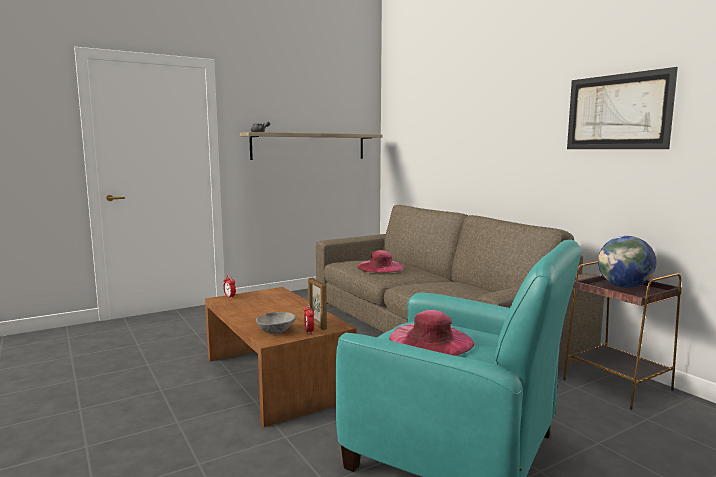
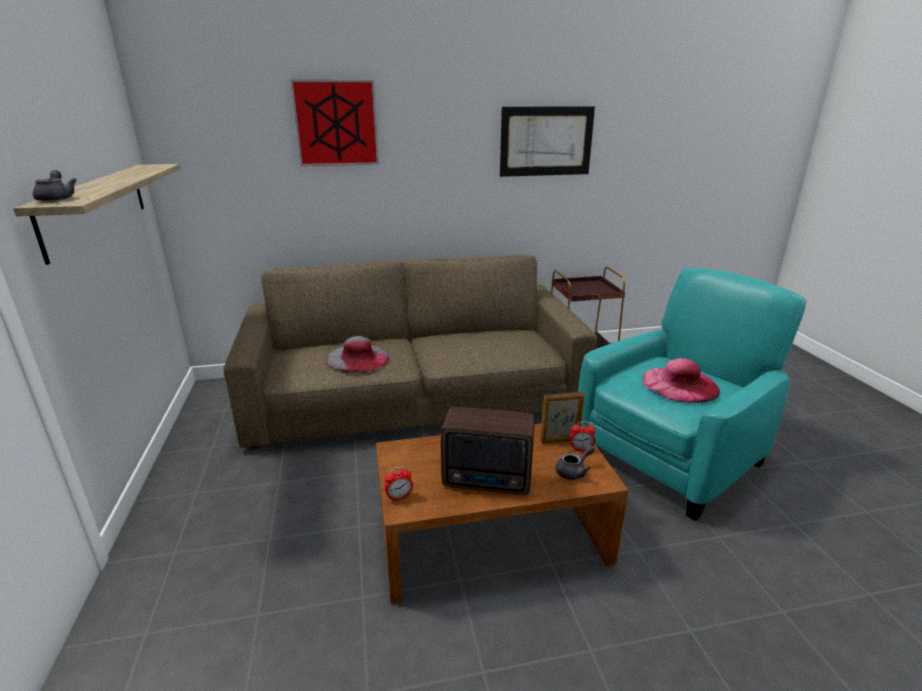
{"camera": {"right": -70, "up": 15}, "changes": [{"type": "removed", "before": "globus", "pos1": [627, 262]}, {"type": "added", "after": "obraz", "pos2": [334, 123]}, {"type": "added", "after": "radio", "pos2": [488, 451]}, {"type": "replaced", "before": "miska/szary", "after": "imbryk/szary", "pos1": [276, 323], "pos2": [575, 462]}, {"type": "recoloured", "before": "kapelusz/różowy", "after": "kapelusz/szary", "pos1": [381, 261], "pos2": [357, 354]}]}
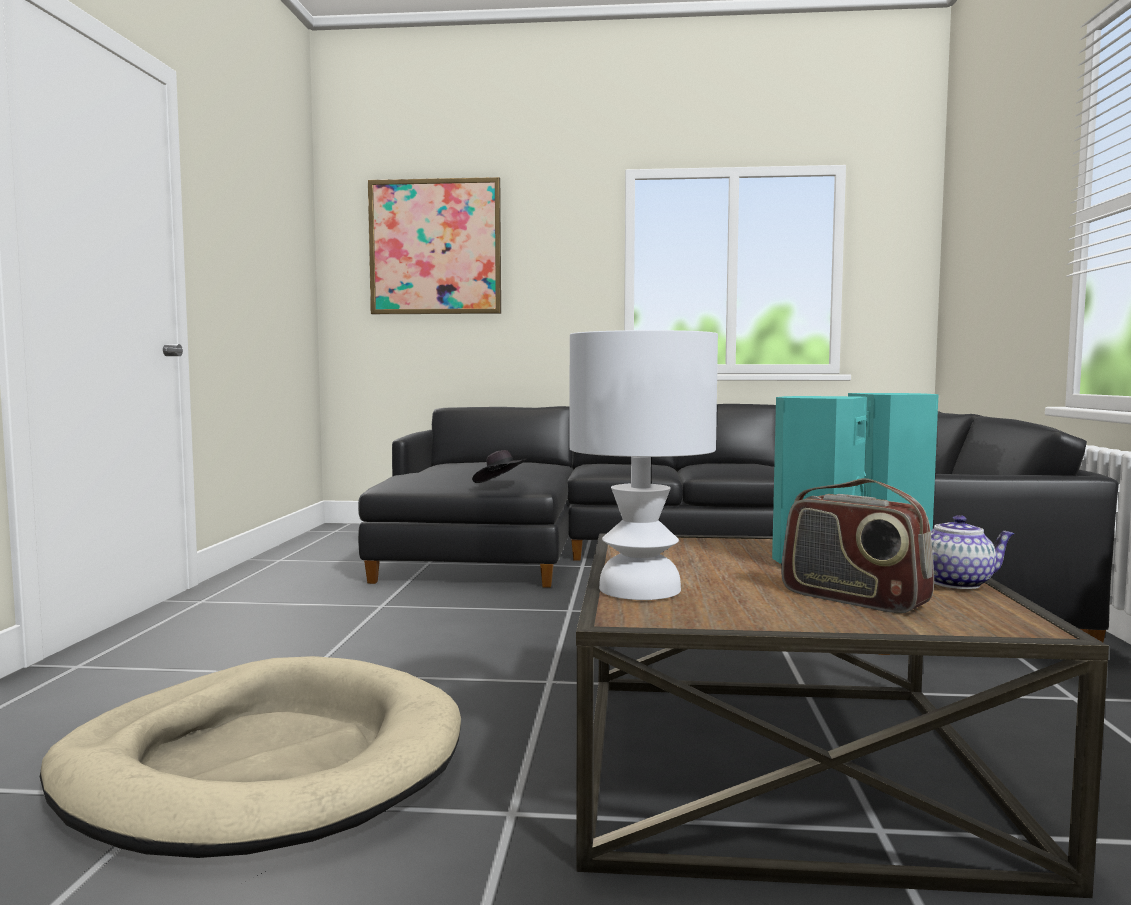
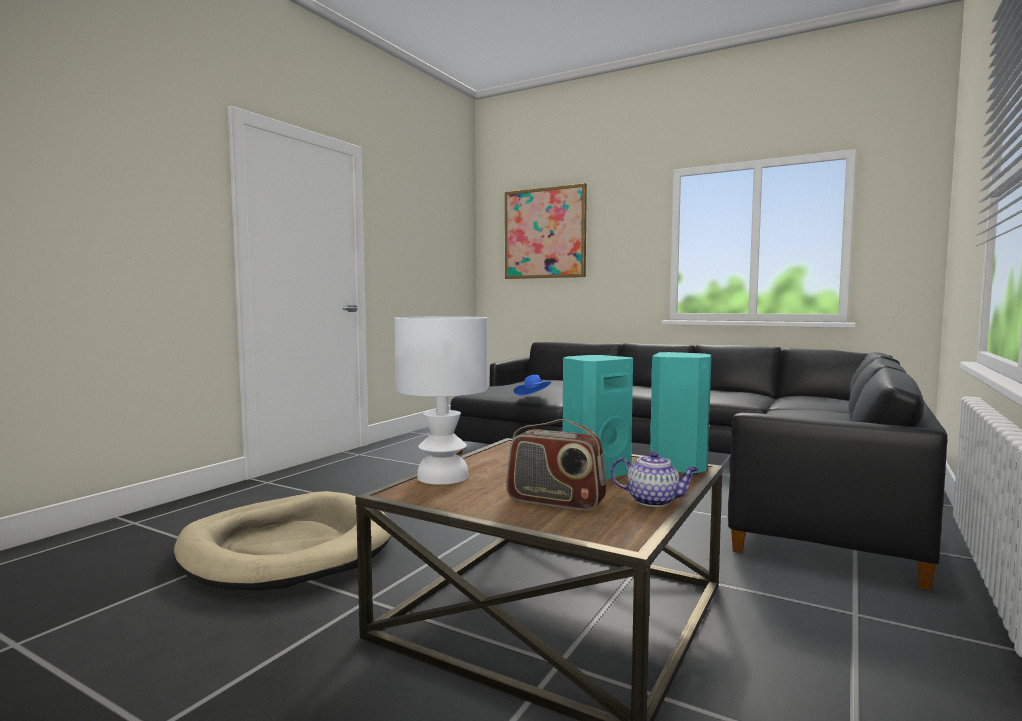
{"camera": {"right": 25, "up": 0}, "changes": [{"type": "recoloured", "before": "kapelusz/czarny", "after": "kapelusz/niebieski", "pos1": [499, 466], "pos2": [532, 385]}, {"type": "turned", "before": "radio", "pos1": [857, 545], "pos2": [556, 465], "turn": -45}]}
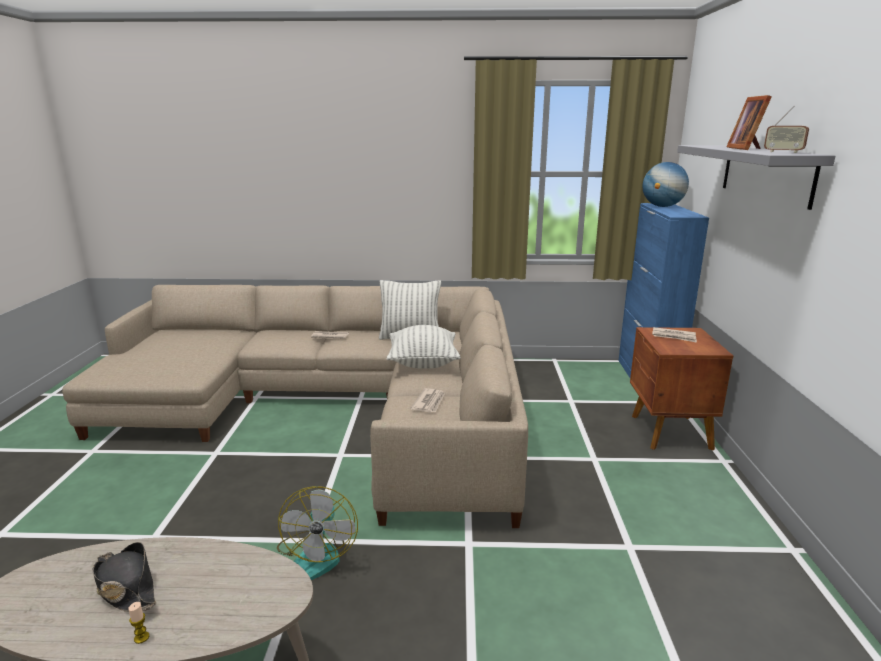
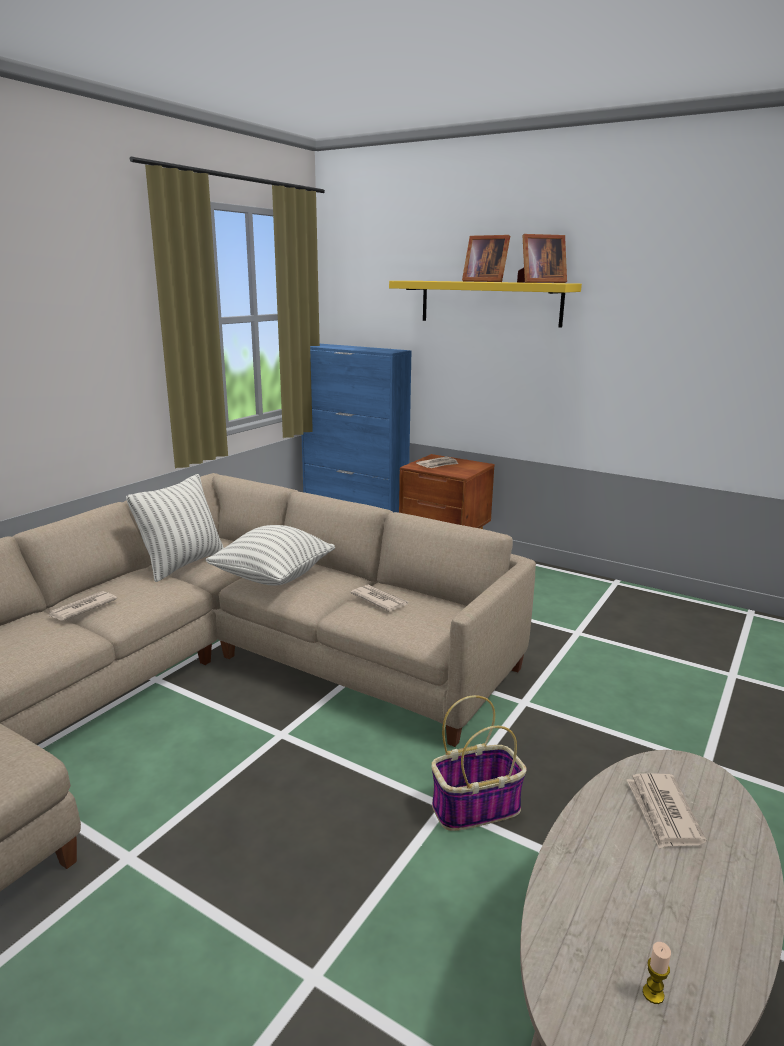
{"camera": {"right": -60, "up": 0}, "changes": [{"type": "removed", "before": "kapelusz/czarny", "pos1": [125, 577]}, {"type": "removed", "before": "globus", "pos1": [665, 184]}, {"type": "added", "after": "gazeta", "pos2": [666, 811]}, {"type": "moved", "before": "świeca", "pos1": [138, 623], "pos2": [657, 973]}, {"type": "replaced", "before": "wentylator", "after": "koszyk", "pos1": [317, 533], "pos2": [479, 763]}, {"type": "replaced", "before": "radio", "after": "ramka na zdjęcie", "pos1": [786, 129], "pos2": [542, 258]}, {"type": "recoloured", "before": "półka/szary", "after": "półka/żółty", "pos1": [756, 177], "pos2": [485, 304]}]}
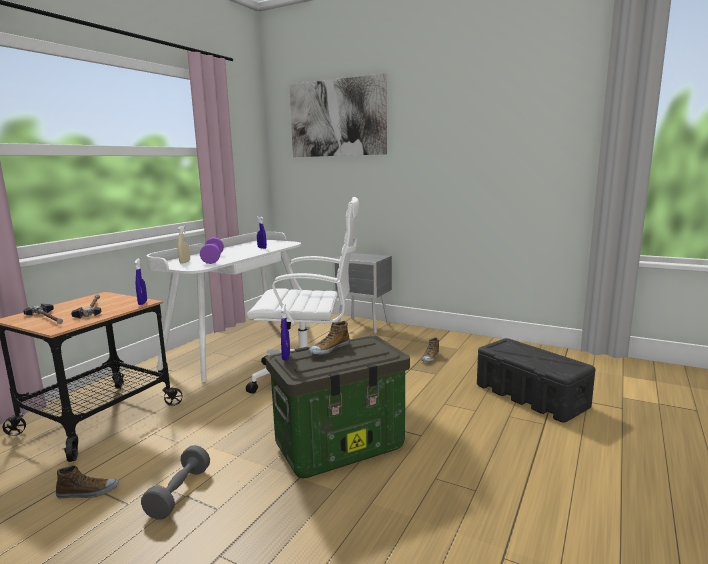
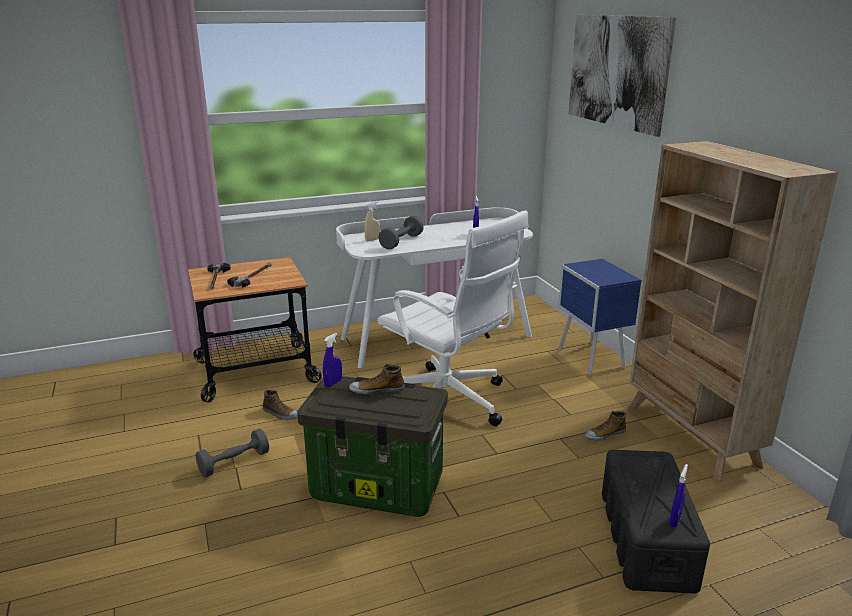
{"camera": {"right": 40, "up": 10}, "changes": [{"type": "added", "after": "regał/beżowy", "pos2": [733, 311]}, {"type": "moved", "before": "but", "pos1": [87, 482], "pos2": [280, 405]}, {"type": "moved", "before": "spryskiwacz/niebieski", "pos1": [141, 281], "pos2": [678, 496]}, {"type": "recoloured", "before": "hantel/fioletowy", "after": "hantel/szary", "pos1": [212, 251], "pos2": [401, 232]}, {"type": "recoloured", "before": "szafka nocna/szary", "after": "szafka nocna/niebieski", "pos1": [362, 293], "pos2": [600, 317]}]}
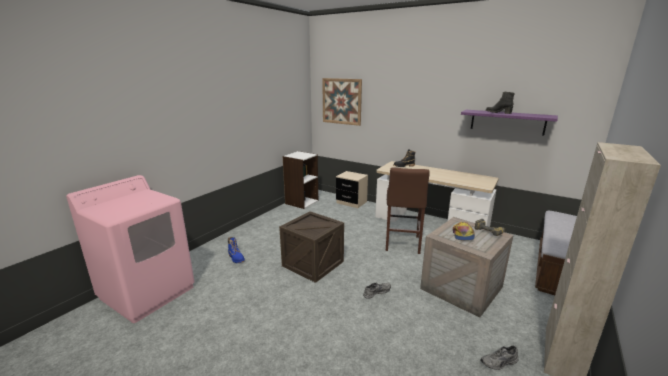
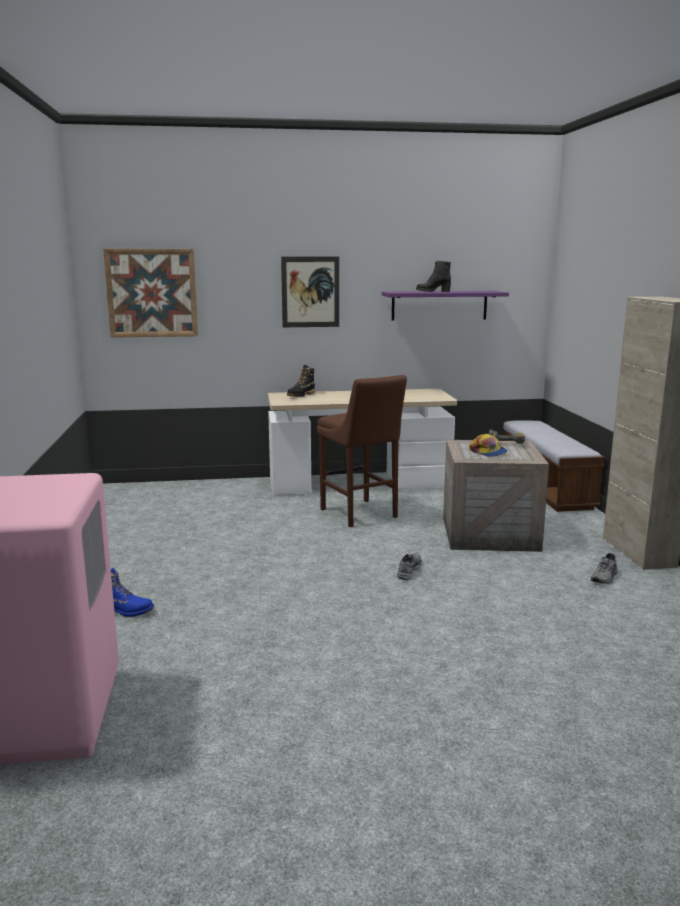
{"camera": {"right": -40, "up": -5}, "changes": [{"type": "removed", "before": "skrzynka", "pos1": [311, 247]}, {"type": "removed", "before": "regał/biały", "pos1": [300, 180]}, {"type": "removed", "before": "szafka nocna/beżowy", "pos1": [352, 189]}, {"type": "added", "after": "obraz", "pos2": [310, 292]}]}
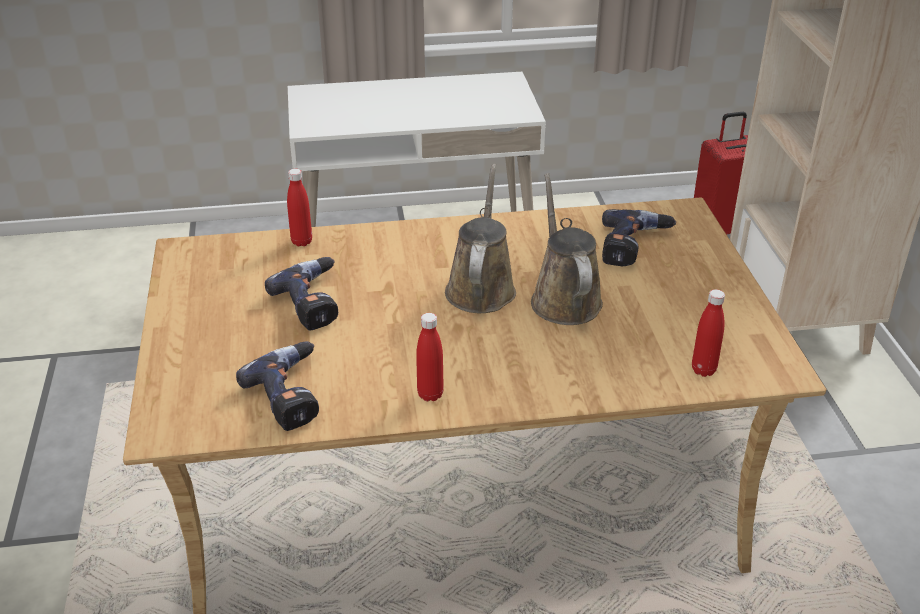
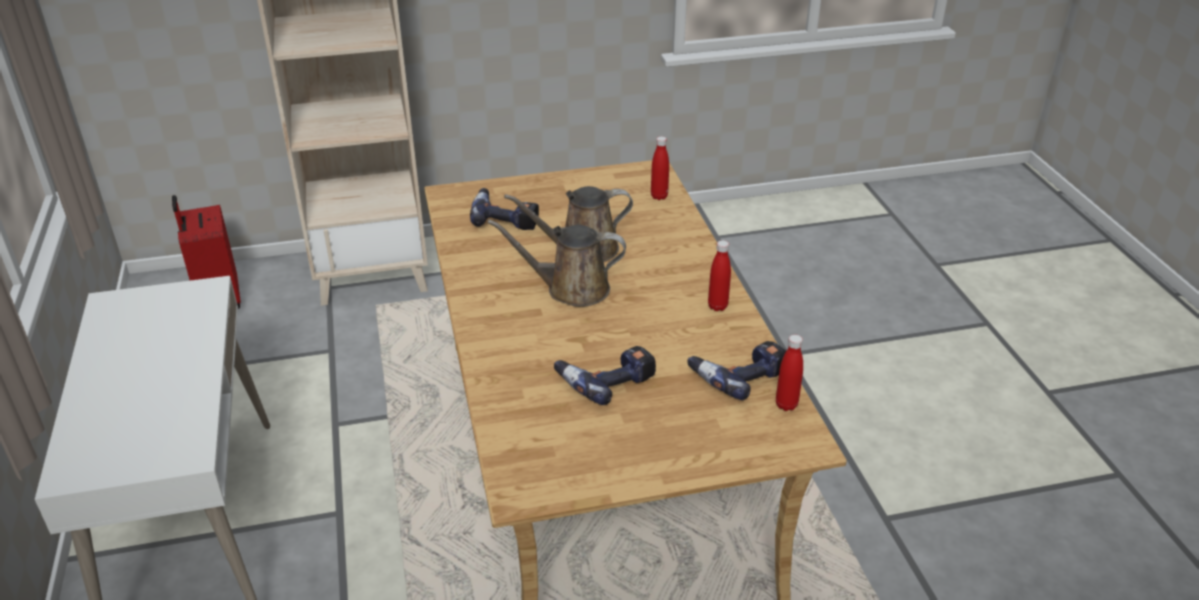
{"camera": {"right": -95, "up": 0}, "changes": [{"type": "moved", "before": "butelka/czerwony", "pos1": [299, 207], "pos2": [789, 373]}]}
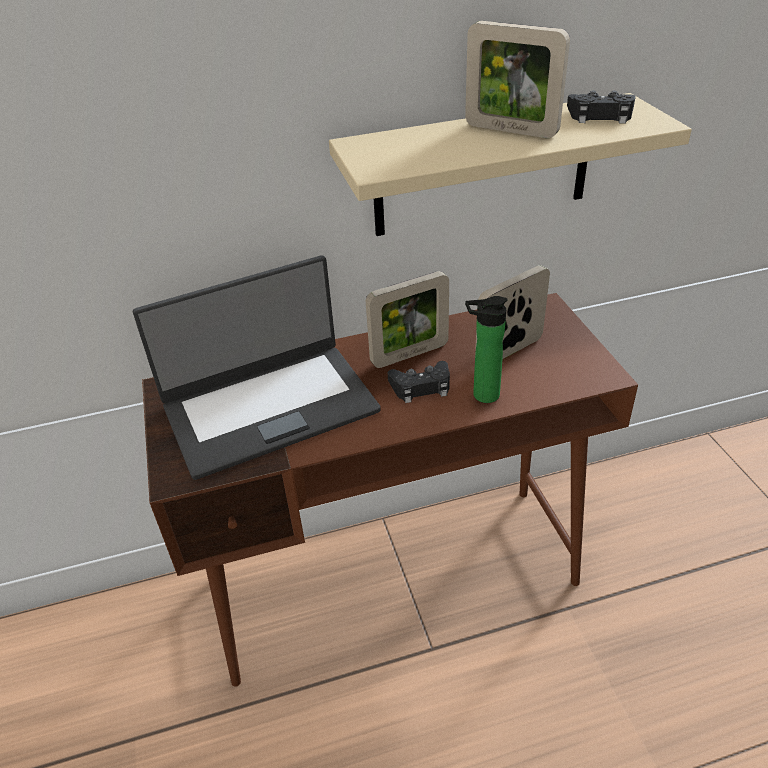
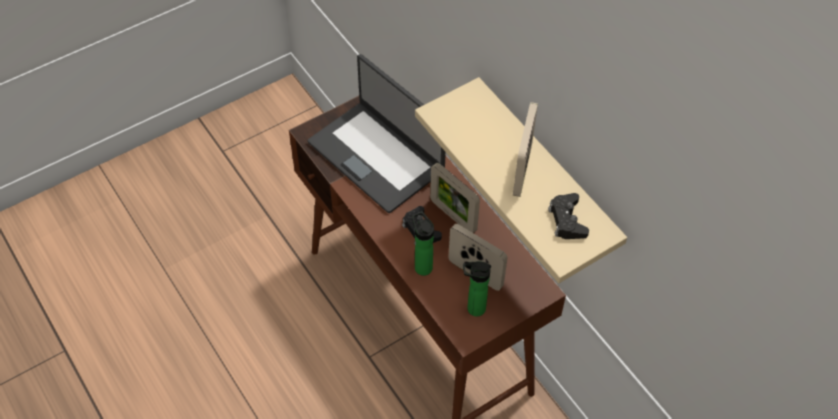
{"camera": {"right": 70, "up": 15}, "changes": [{"type": "added", "after": "butelka", "pos2": [477, 289]}]}
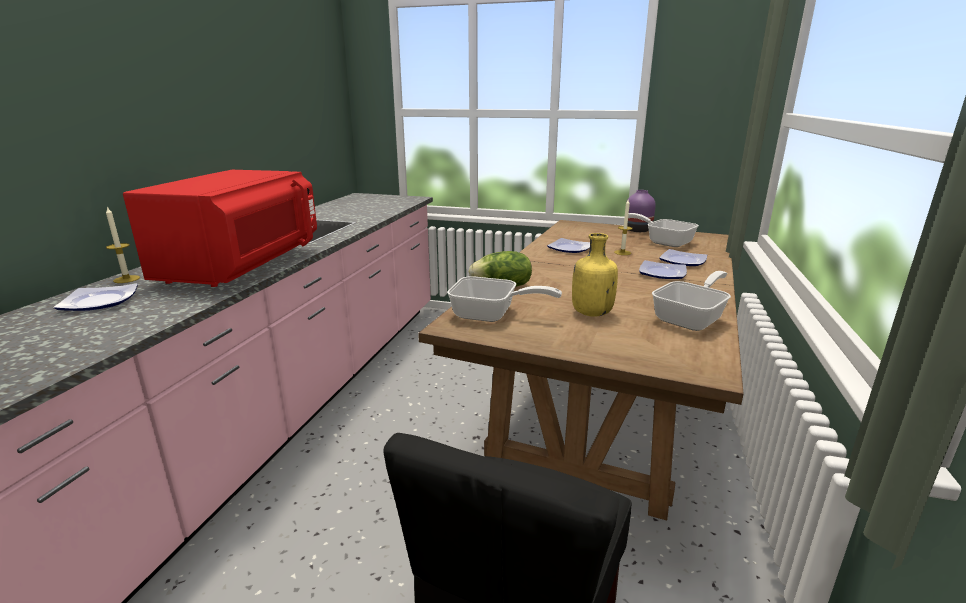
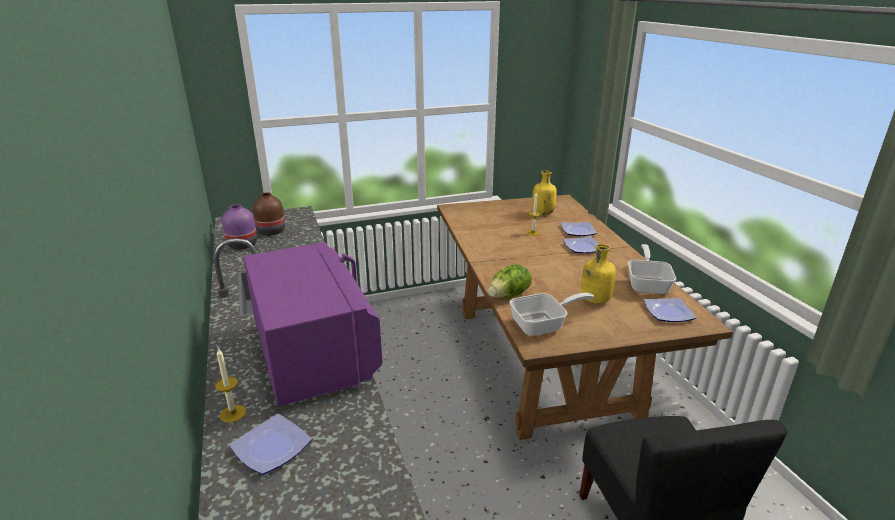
{"camera": {"right": -35, "up": 5}, "changes": [{"type": "added", "after": "wazon/brązowy", "pos2": [269, 214]}, {"type": "moved", "before": "talerz", "pos1": [568, 245], "pos2": [670, 310]}, {"type": "moved", "before": "wazon/fioletowy", "pos1": [641, 211], "pos2": [239, 227]}, {"type": "replaced", "before": "patelnia", "after": "butelka/żółty", "pos1": [661, 230], "pos2": [544, 192]}, {"type": "recoloured", "before": "mikrofalówka/czerwony", "after": "mikrofalówka/fioletowy", "pos1": [220, 228], "pos2": [313, 324]}]}
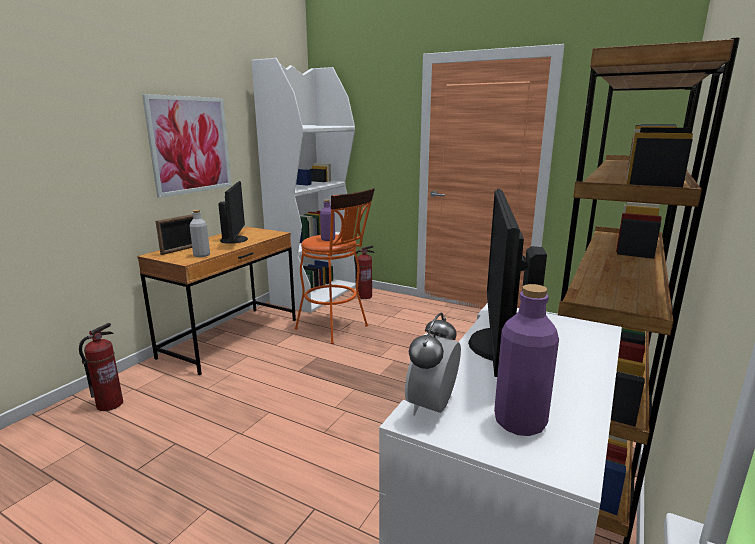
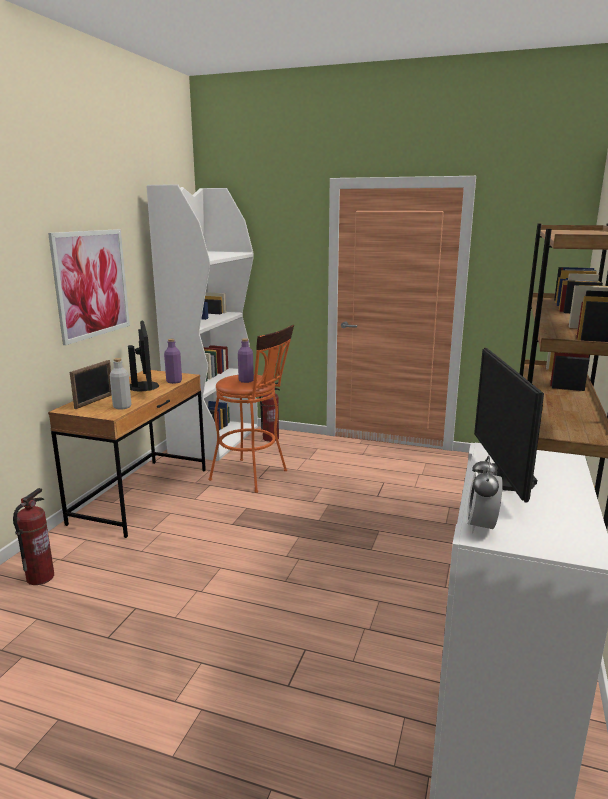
{"camera": {"right": -10, "up": 0}, "changes": [{"type": "moved", "before": "butelka/fioletowy", "pos1": [526, 360], "pos2": [173, 361]}]}
